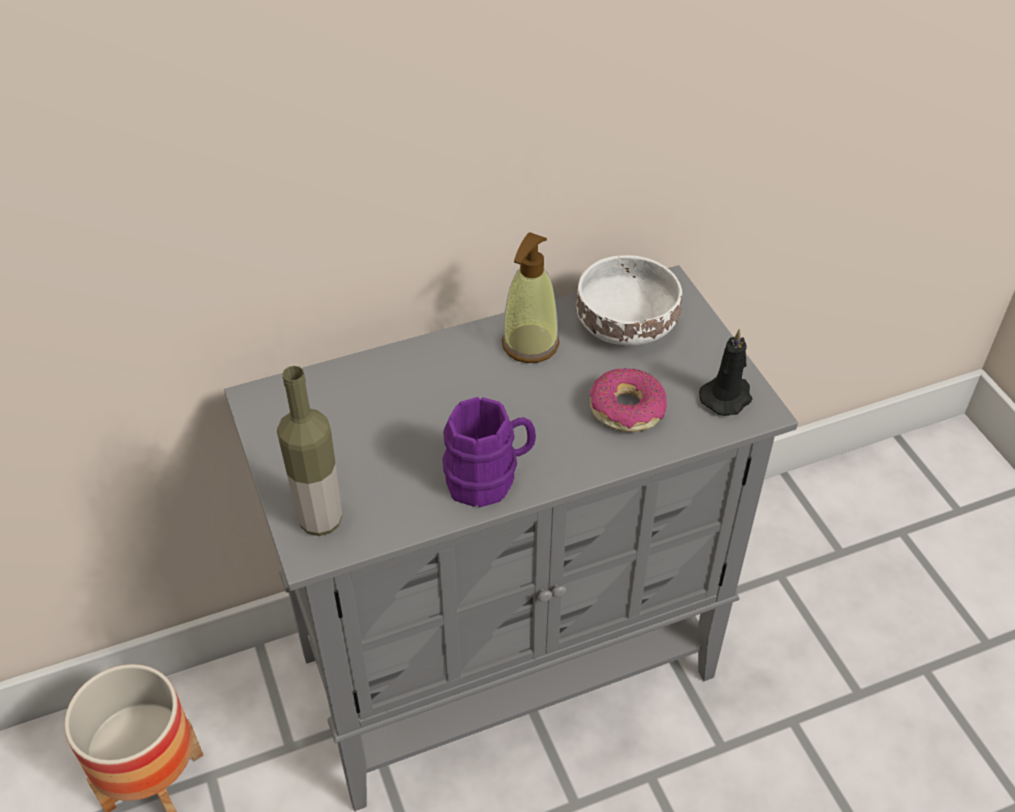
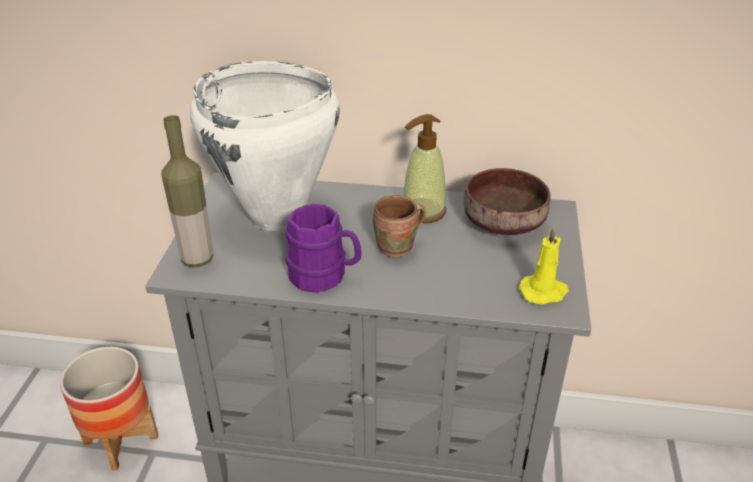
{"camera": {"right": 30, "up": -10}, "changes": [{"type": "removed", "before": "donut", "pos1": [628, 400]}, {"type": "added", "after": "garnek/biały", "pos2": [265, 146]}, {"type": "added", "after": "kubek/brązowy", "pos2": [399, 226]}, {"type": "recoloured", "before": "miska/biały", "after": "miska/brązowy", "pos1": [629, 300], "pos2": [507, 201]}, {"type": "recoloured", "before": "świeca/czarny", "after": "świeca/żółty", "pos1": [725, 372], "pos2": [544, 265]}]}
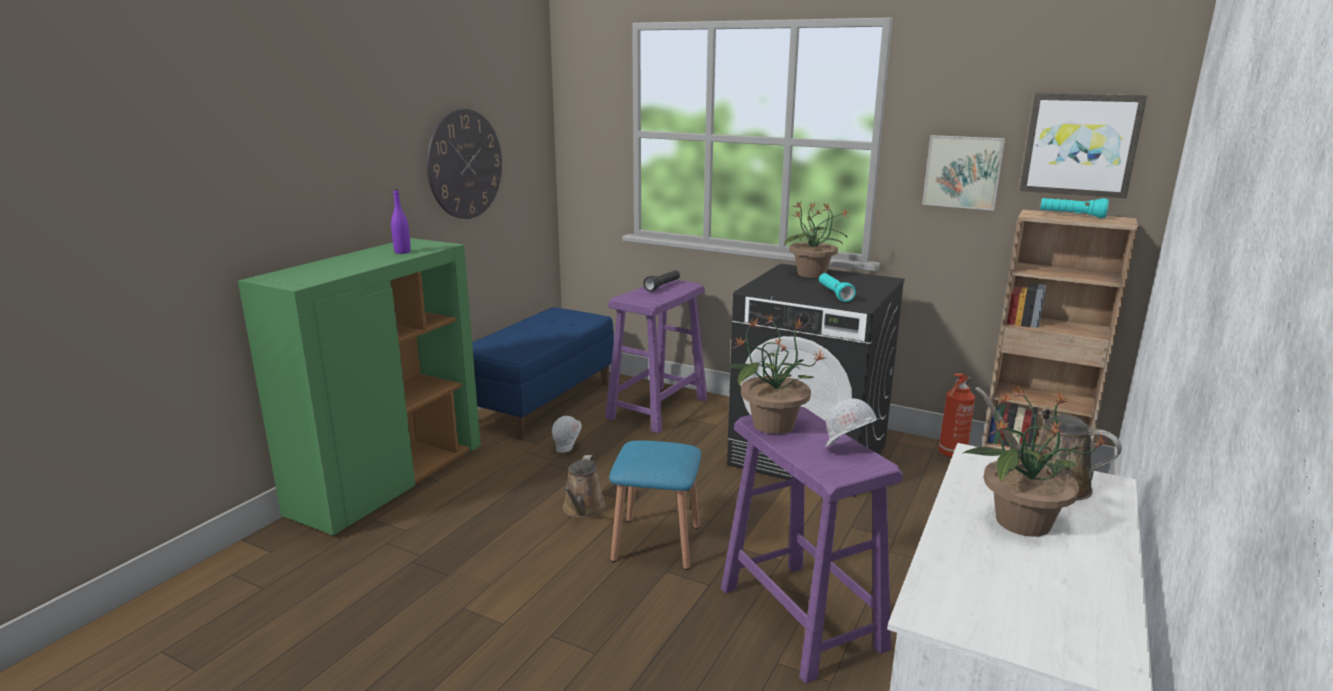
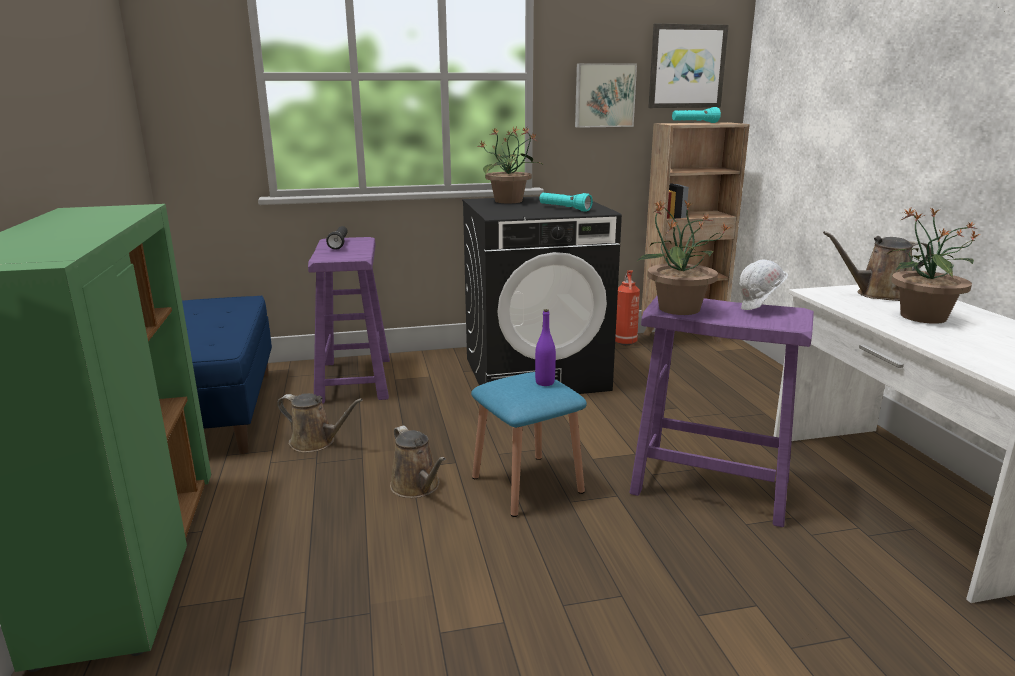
{"camera": {"right": -40, "up": 0}, "changes": [{"type": "removed", "before": "zegar ścienny", "pos1": [464, 164]}, {"type": "moved", "before": "butelka/fioletowy", "pos1": [401, 221], "pos2": [545, 347]}, {"type": "replaced", "before": "kask/biały", "after": "konewka/brązowy", "pos1": [567, 434], "pos2": [320, 423]}]}
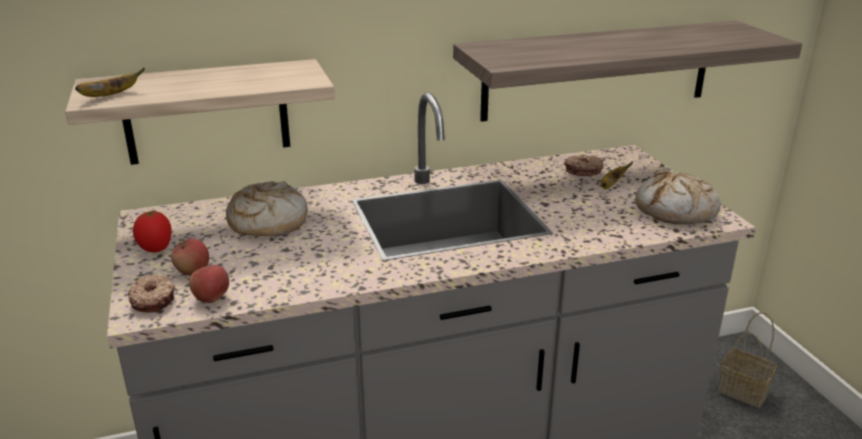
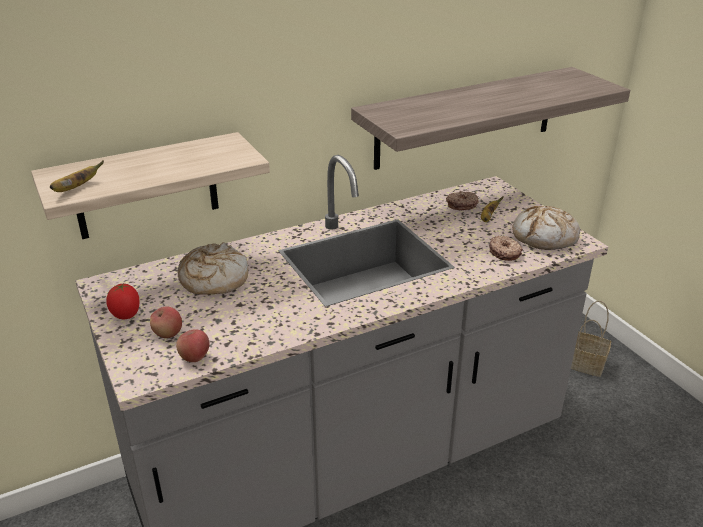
{"camera": {"right": -10, "up": 5}, "changes": [{"type": "moved", "before": "donut", "pos1": [151, 293], "pos2": [506, 248]}]}
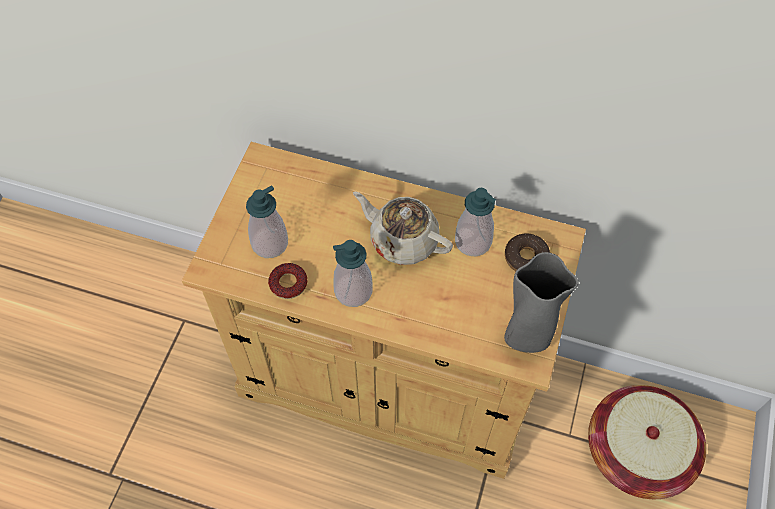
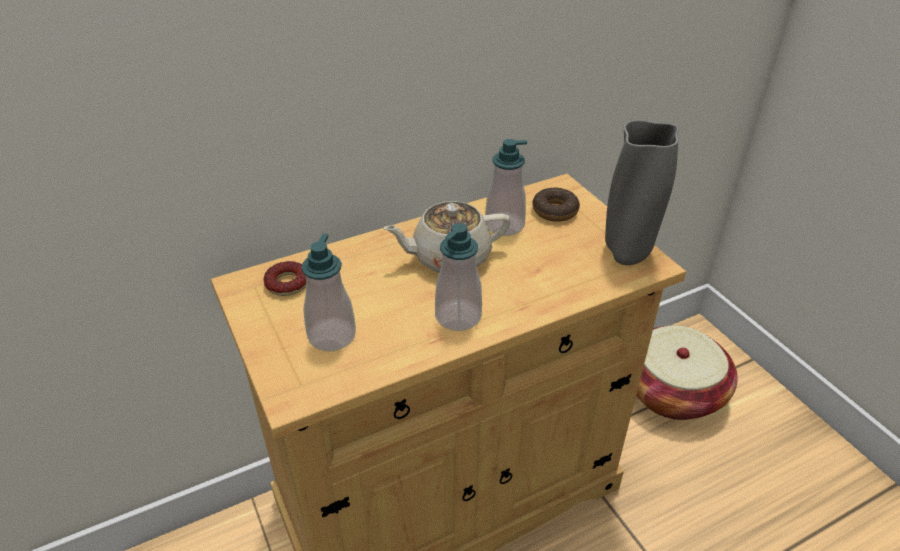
{"camera": {"right": -45, "up": -20}, "changes": [{"type": "moved", "before": "donut", "pos1": [287, 281], "pos2": [285, 278]}]}
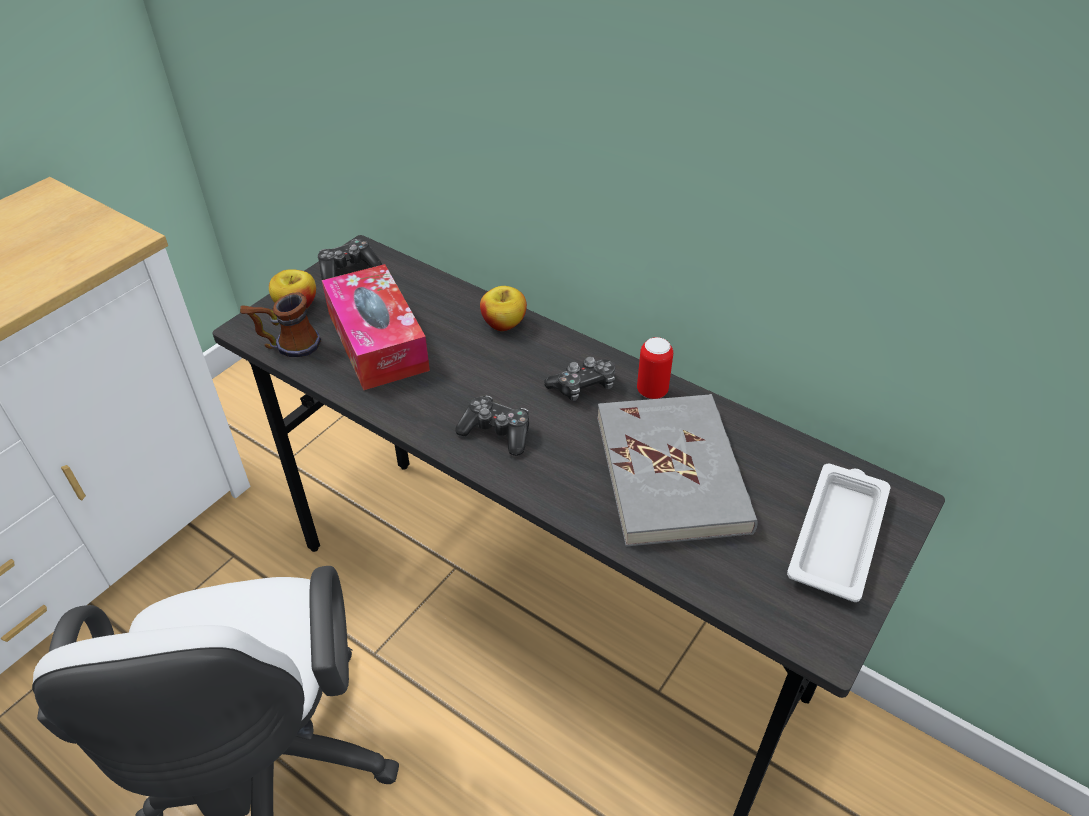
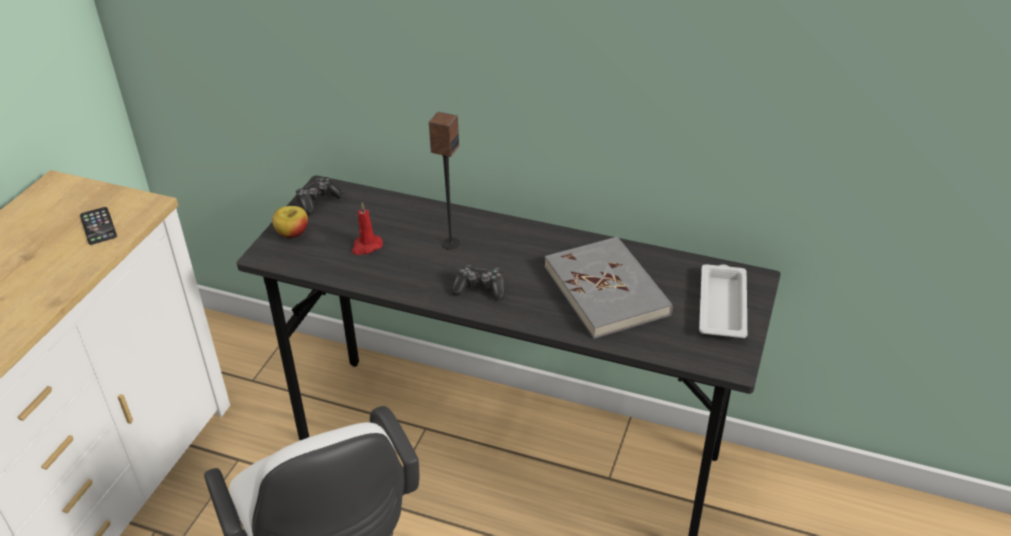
{"camera": {"right": -15, "up": -5}, "changes": [{"type": "removed", "before": "kubek", "pos1": [280, 325]}, {"type": "removed", "before": "jabłko", "pos1": [503, 308]}, {"type": "removed", "before": "pad do gier", "pos1": [579, 378]}, {"type": "removed", "before": "puszka", "pos1": [655, 368]}, {"type": "added", "after": "telefon", "pos2": [98, 226]}, {"type": "added", "after": "głośnik", "pos2": [444, 180]}, {"type": "replaced", "before": "pudełko chusteczek", "after": "świeca/czerwony", "pos1": [376, 327], "pos2": [367, 229]}]}
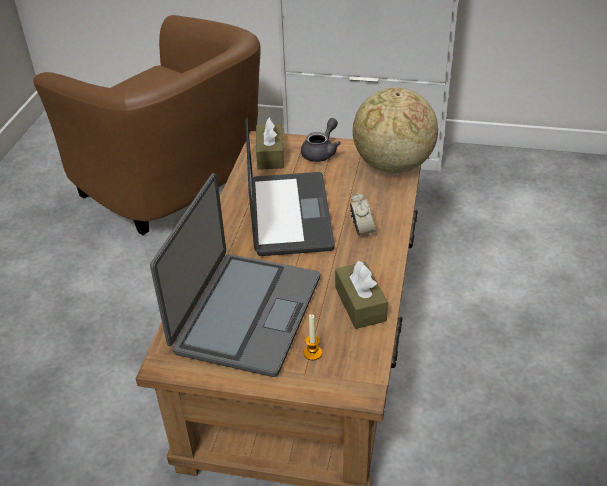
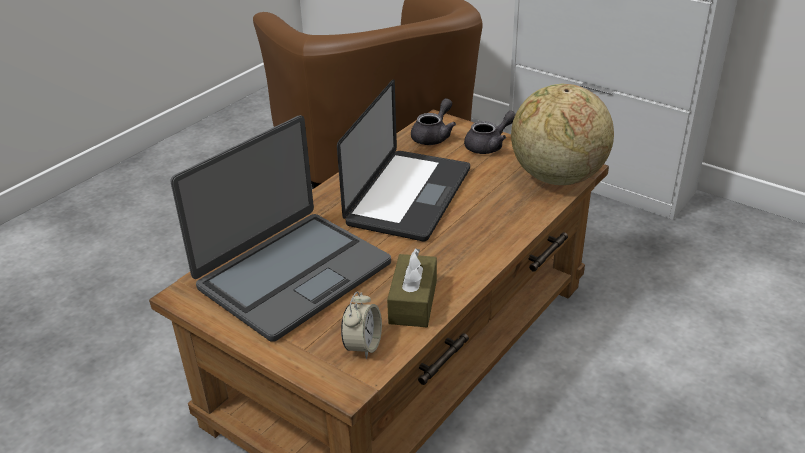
{"camera": {"right": 25, "up": -5}, "changes": [{"type": "removed", "before": "świeca", "pos1": [313, 337]}, {"type": "moved", "before": "budzik", "pos1": [362, 215], "pos2": [361, 325]}, {"type": "replaced", "before": "pudełko chusteczek/brązowy", "after": "imbryk/szary", "pos1": [270, 144], "pos2": [433, 121]}]}
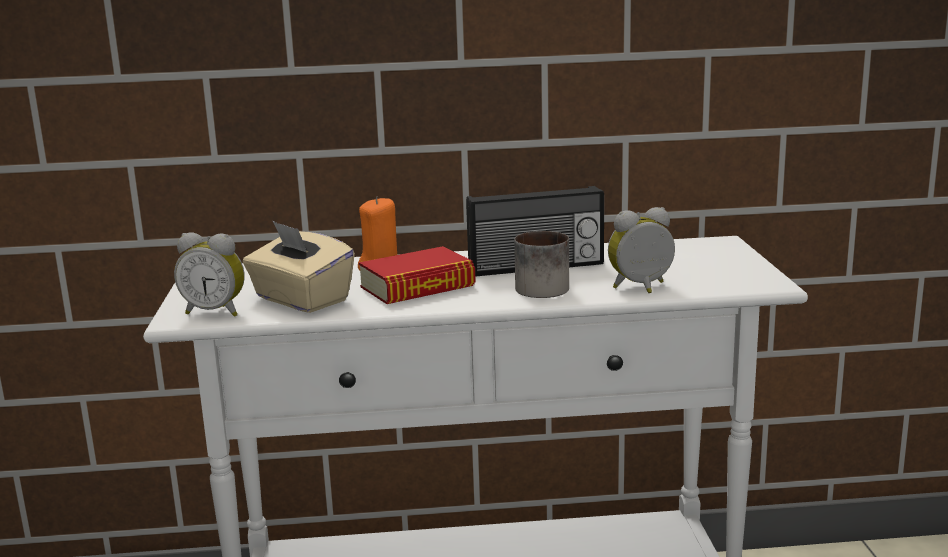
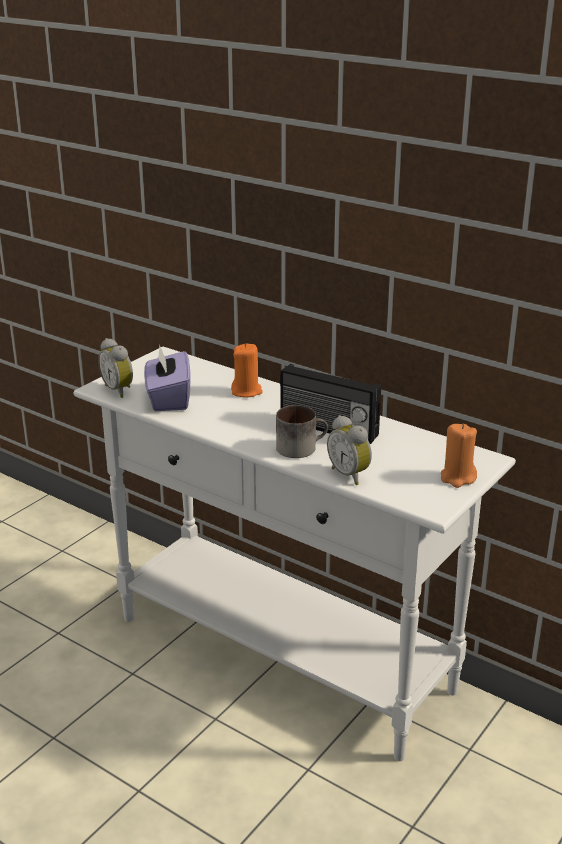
{"camera": {"right": 40, "up": 10}, "changes": [{"type": "removed", "before": "książka", "pos1": [417, 275]}, {"type": "added", "after": "świeca/pomarańczowy", "pos2": [459, 456]}, {"type": "recoloured", "before": "pudełko chusteczek/beżowy", "after": "pudełko chusteczek/fioletowy", "pos1": [299, 267], "pos2": [167, 378]}, {"type": "turned", "before": "budzik", "pos1": [641, 250], "pos2": [349, 450], "turn": -150}]}
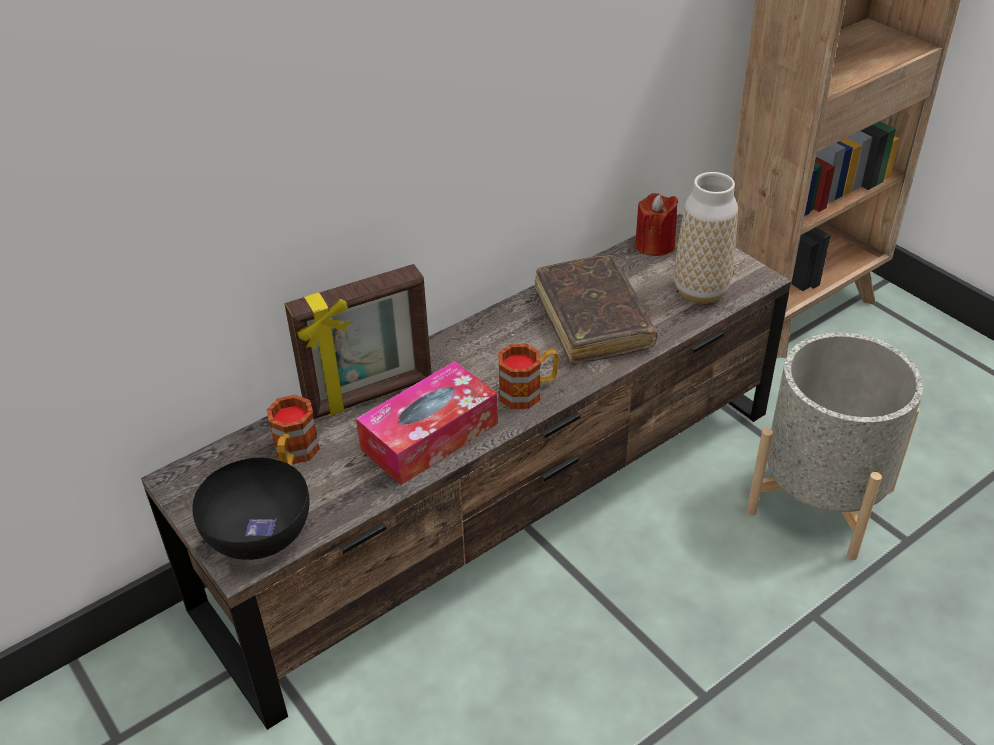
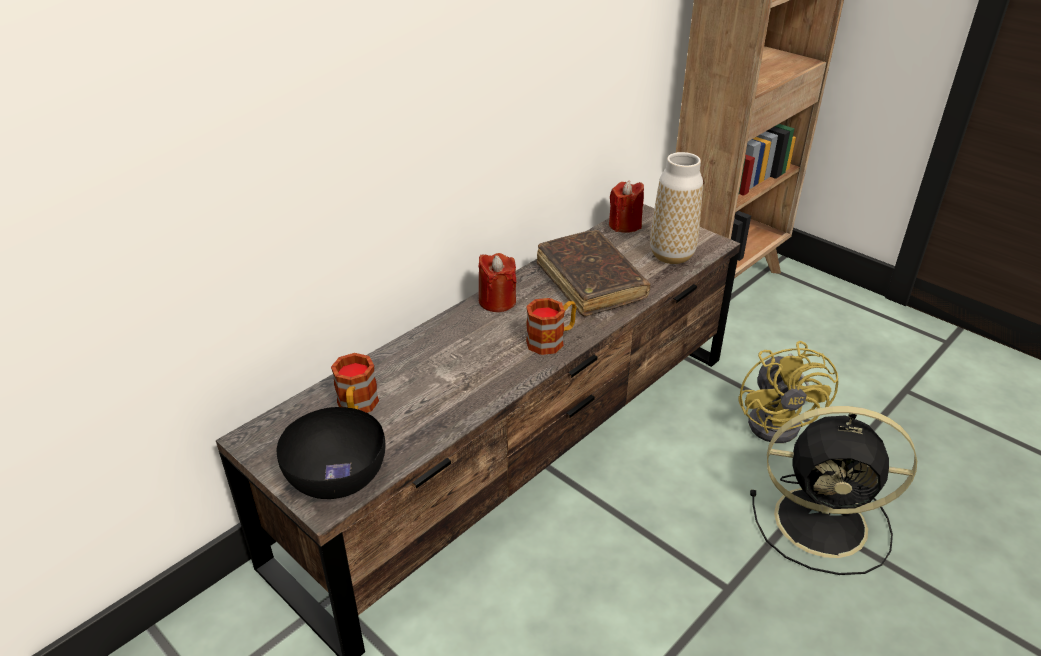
{"camera": {"right": -10, "up": -5}, "changes": [{"type": "removed", "before": "ramka na zdjęcie", "pos1": [358, 341]}, {"type": "removed", "before": "pudełko chusteczek", "pos1": [427, 423]}, {"type": "added", "after": "świeca/czerwony", "pos2": [497, 282]}, {"type": "added", "after": "wentylator/czarny", "pos2": [833, 490]}, {"type": "replaced", "before": "donica/szary", "after": "wentylator/żółty", "pos1": [835, 446], "pos2": [788, 392]}]}
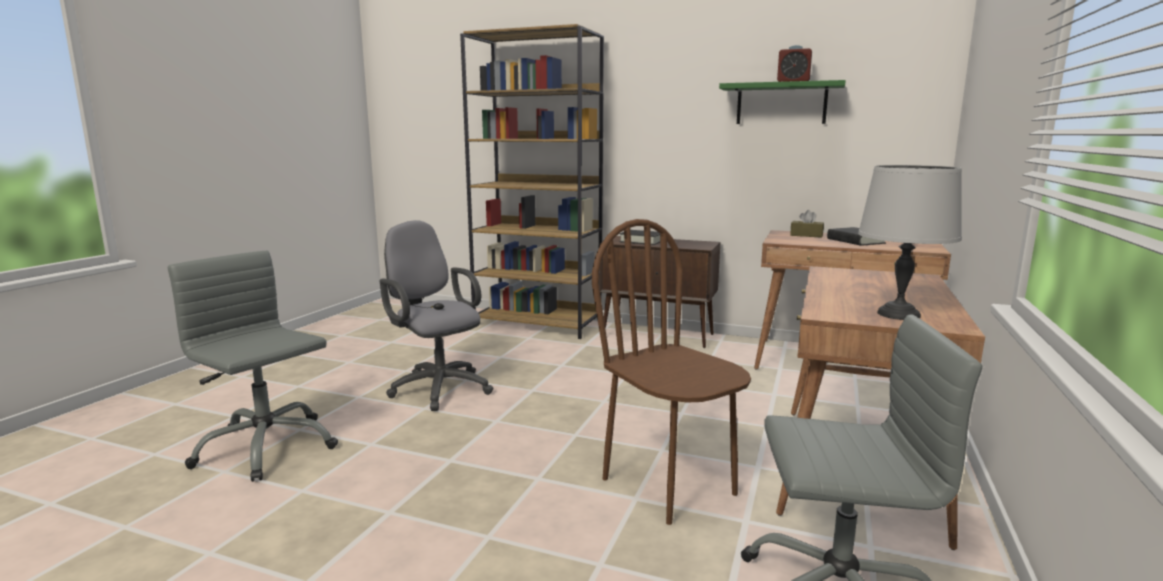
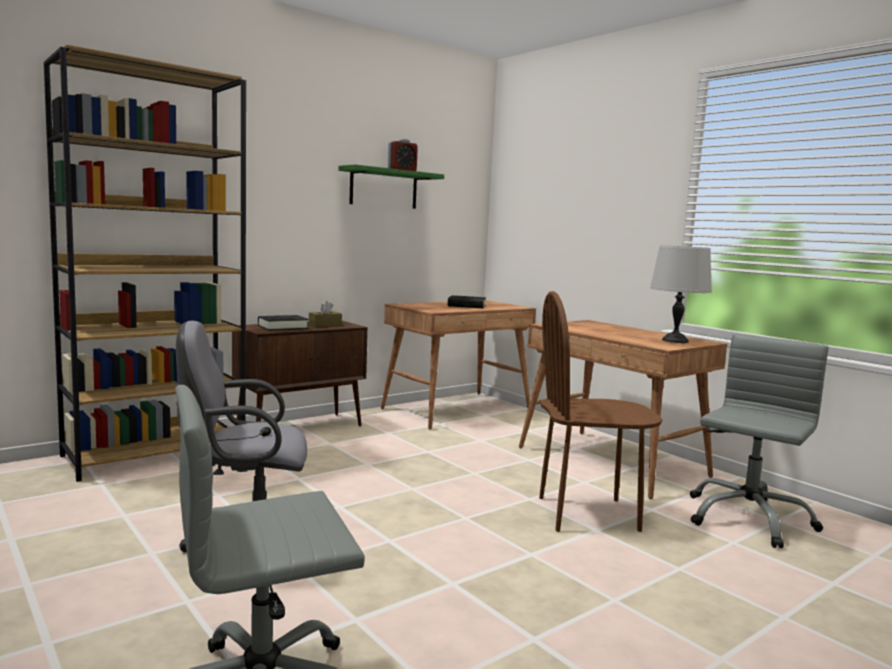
{"camera": {"right": -60, "up": -5}, "changes": [{"type": "moved", "before": "pudełko chusteczek/brązowy", "pos1": [807, 224], "pos2": [325, 314]}]}
